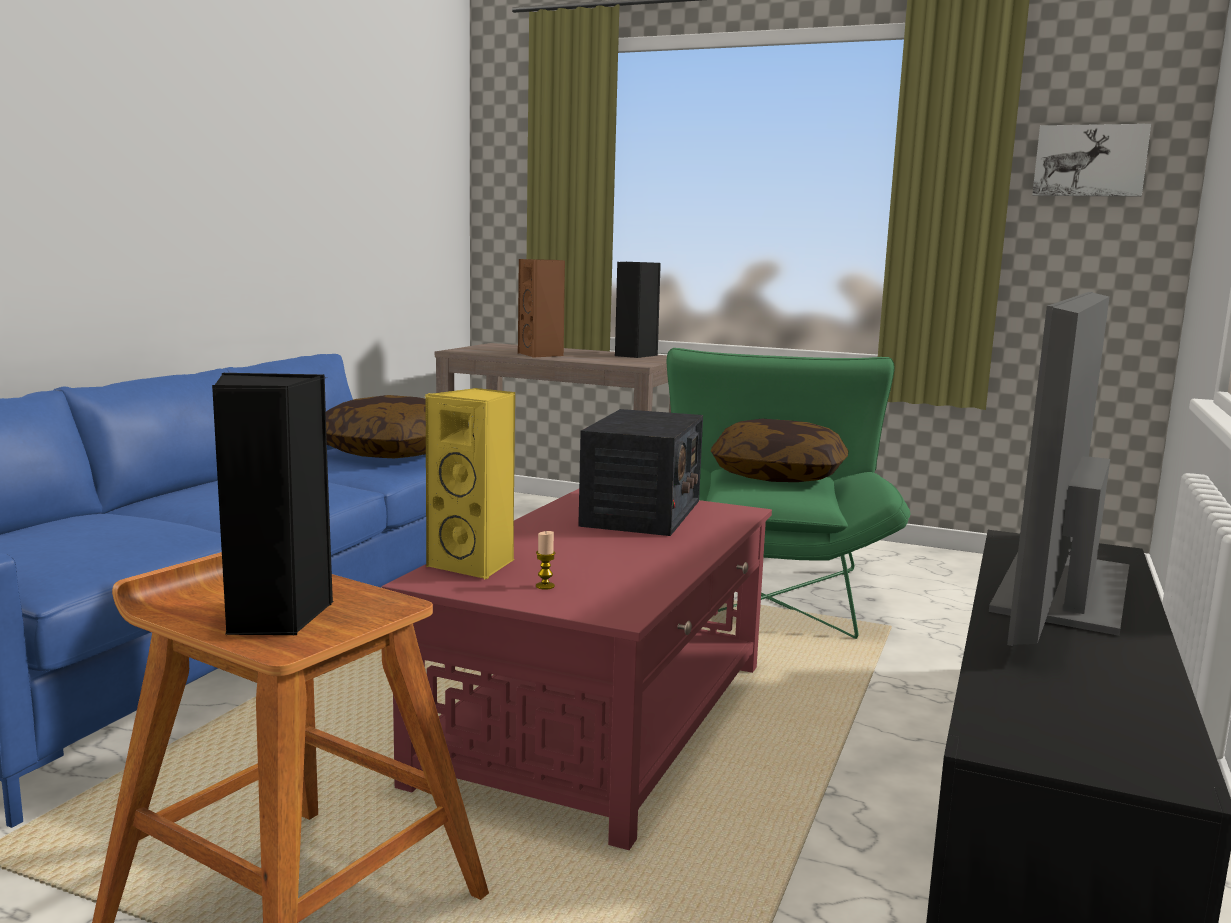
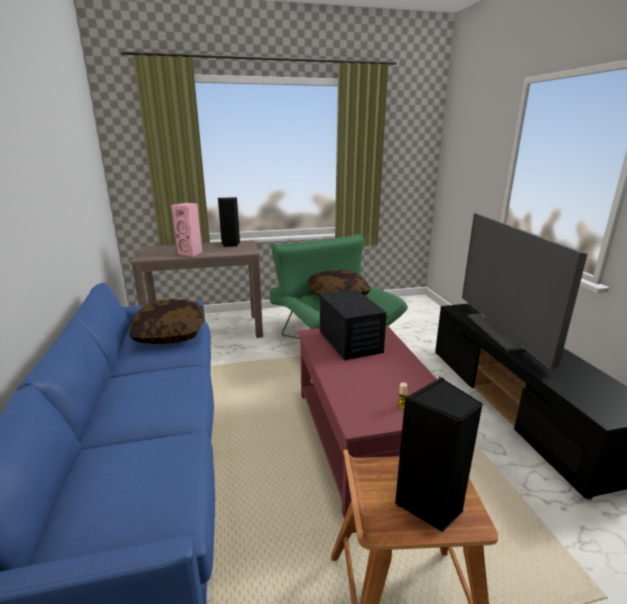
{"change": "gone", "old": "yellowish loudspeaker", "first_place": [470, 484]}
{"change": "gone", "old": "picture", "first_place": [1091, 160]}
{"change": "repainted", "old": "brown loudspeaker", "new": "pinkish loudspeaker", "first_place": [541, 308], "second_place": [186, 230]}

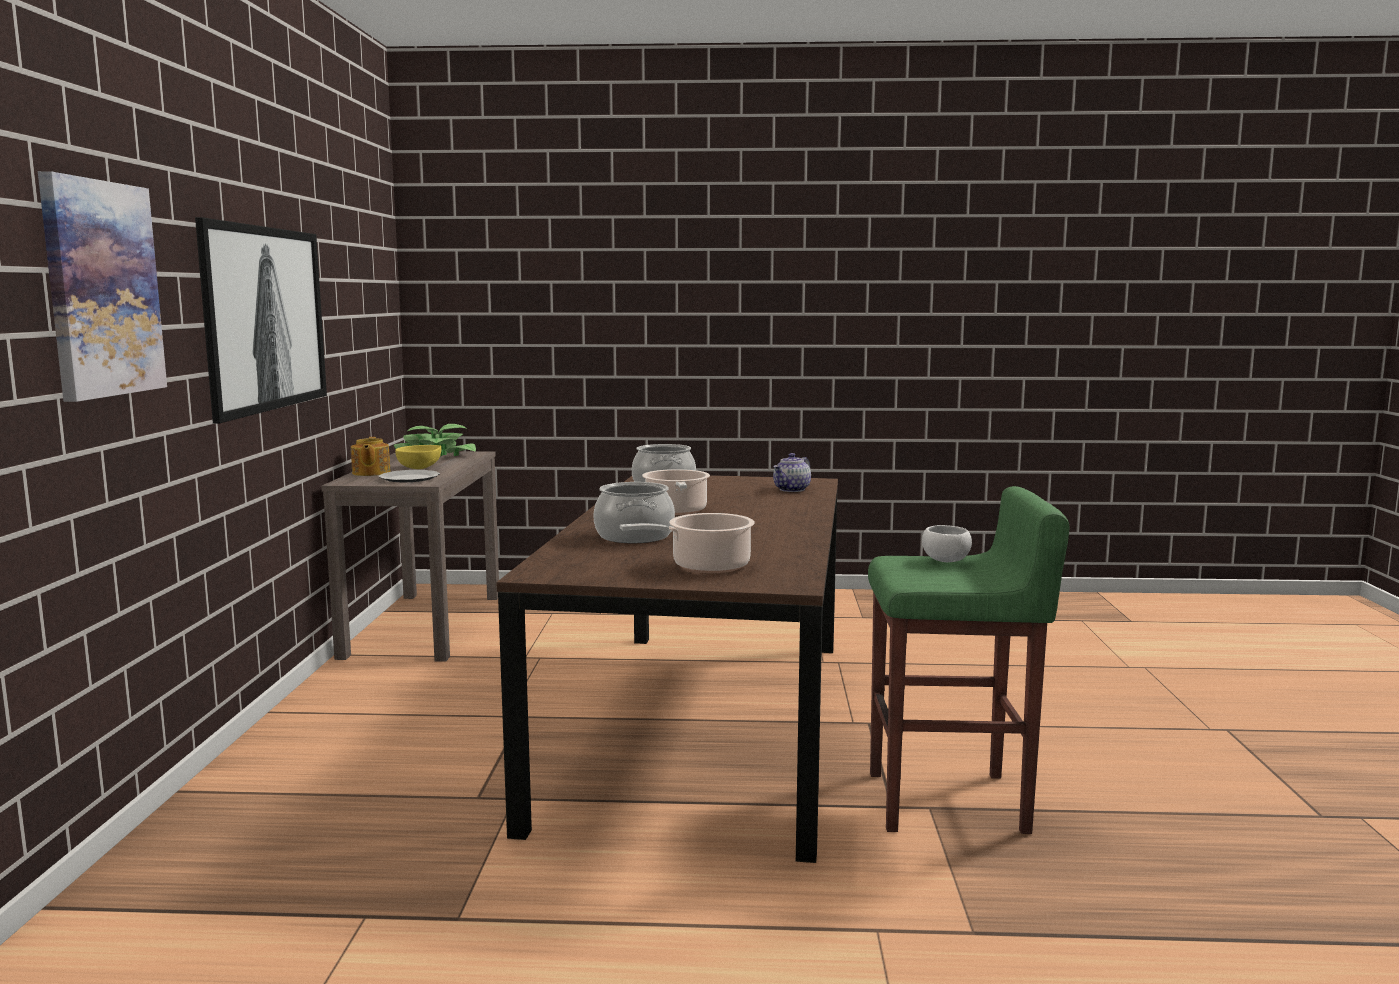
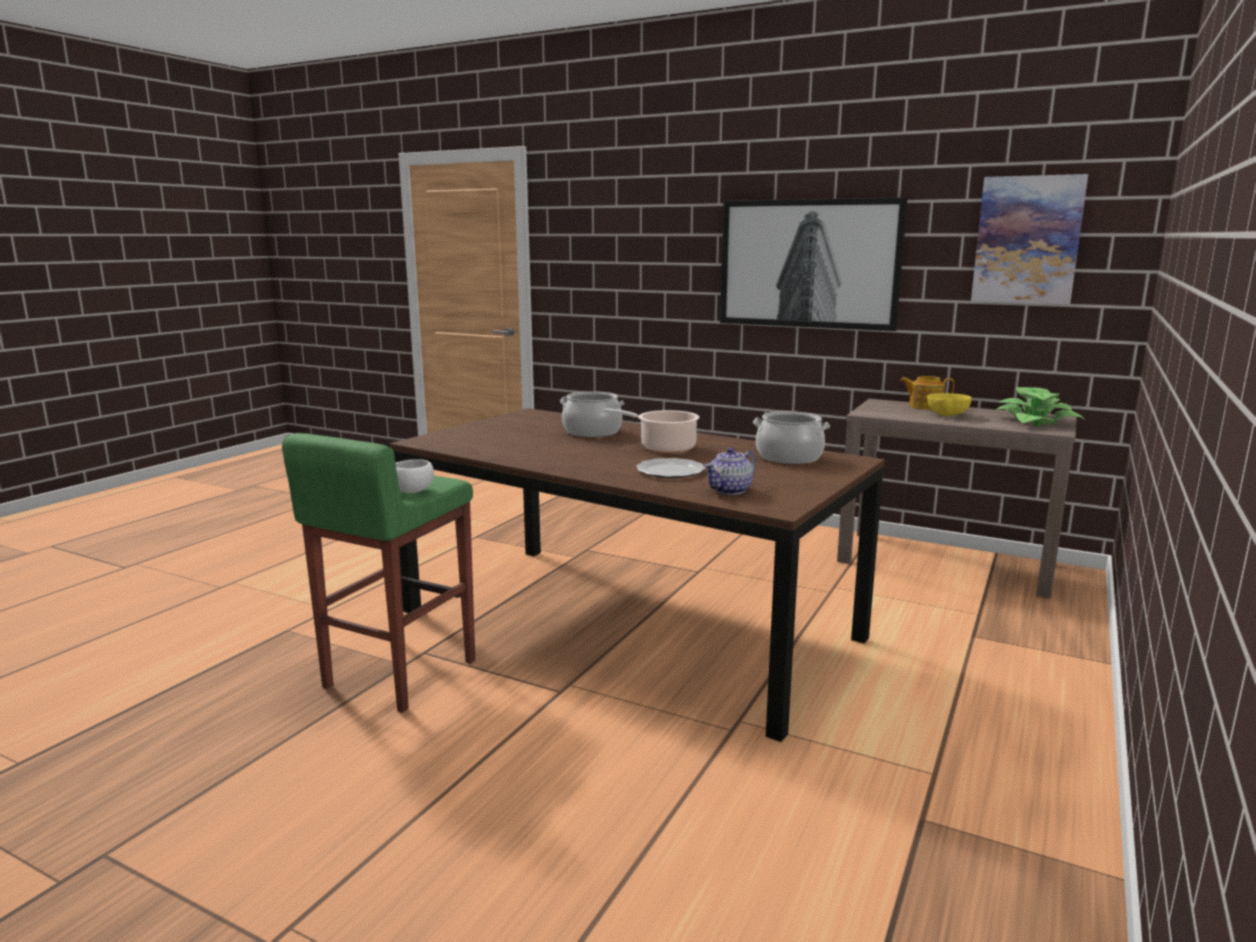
{"change": "gone", "old": "cooking pot", "first_place": [687, 543]}
{"change": "shifted", "old": "picture", "first_place": [102, 286], "second_place": [1029, 239]}
{"change": "shifted", "old": "dinner plate", "first_place": [409, 476], "second_place": [670, 468]}
{"change": "rotated", "old": "teapot", "first_place": [792, 472], "second_place": [730, 471], "degrees": -105}

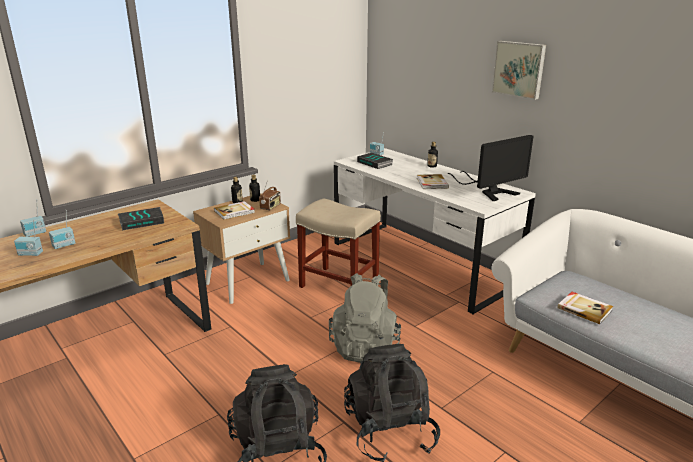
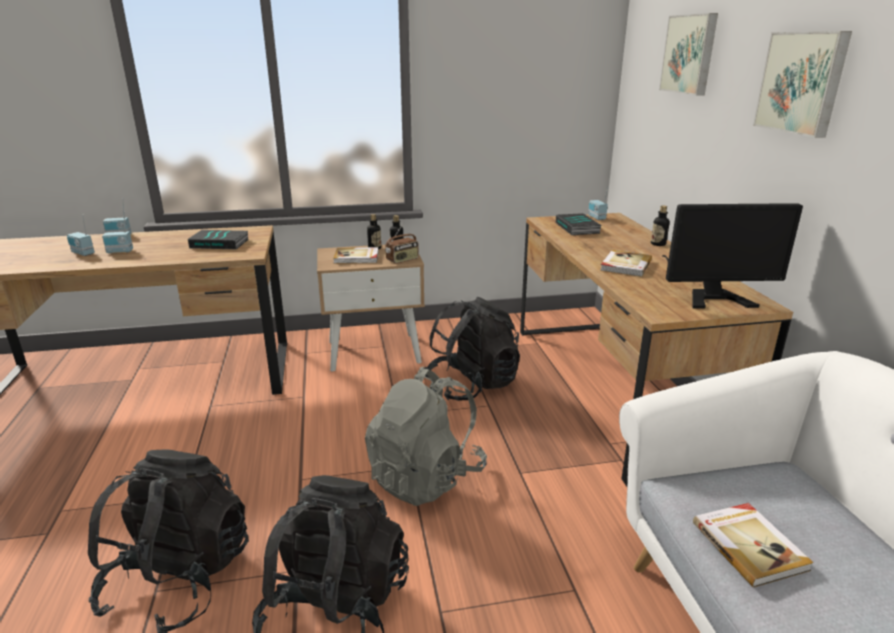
{"change": "new", "new": "picture", "second_place": [688, 54]}
{"change": "swapped", "old": "sand-coloured stool seat", "new": "blackish rucksack", "first_place": [338, 243], "second_place": [472, 349]}
{"change": "repainted", "old": "white desk", "new": "brown desk", "first_place": [435, 231], "second_place": [656, 349]}

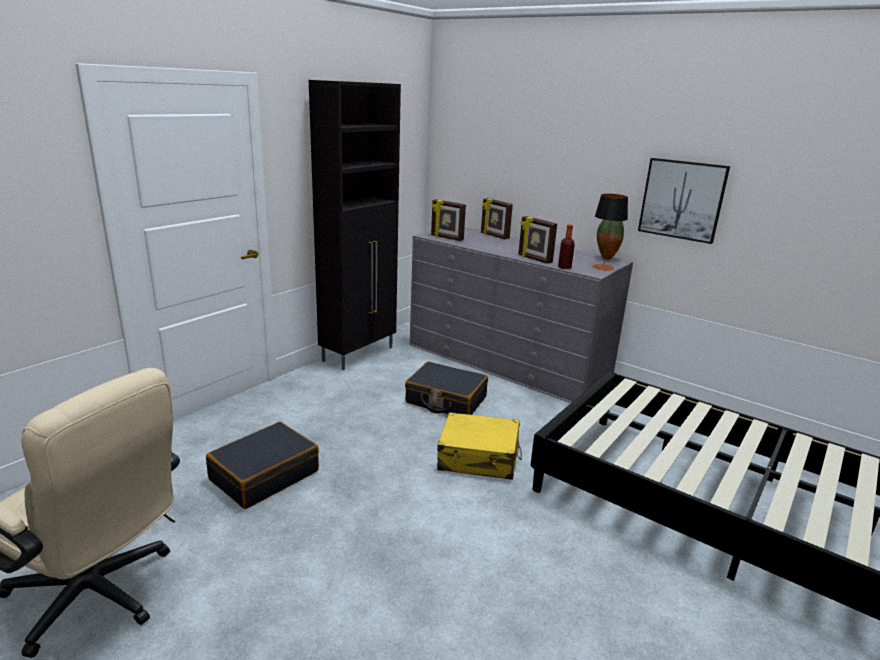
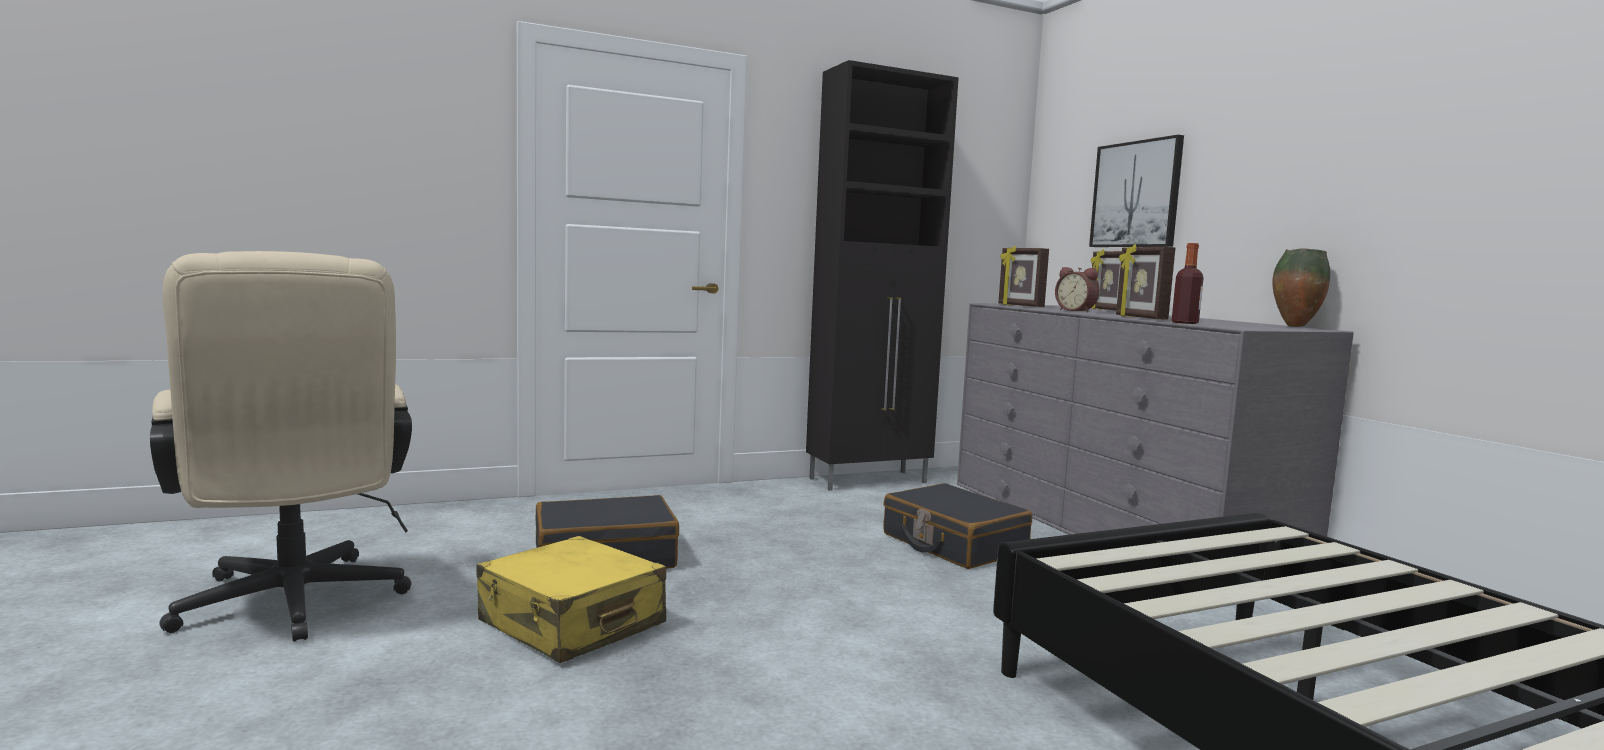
{"change": "gone", "old": "tabletop lamp", "first_place": [610, 232]}
{"change": "new", "new": "alarm clock", "second_place": [1077, 289]}
{"change": "shifted", "old": "yellowish piece of luggage", "first_place": [479, 446], "second_place": [571, 599]}
{"change": "shifted", "old": "picture", "first_place": [684, 201], "second_place": [1136, 191]}

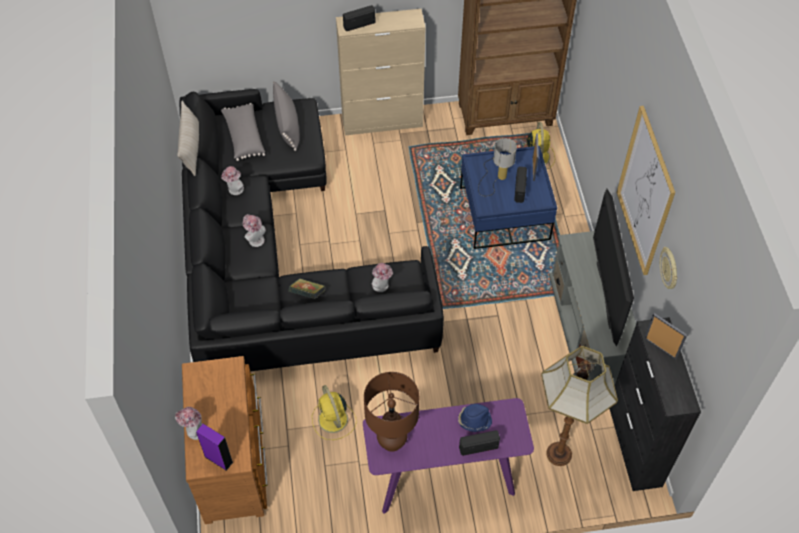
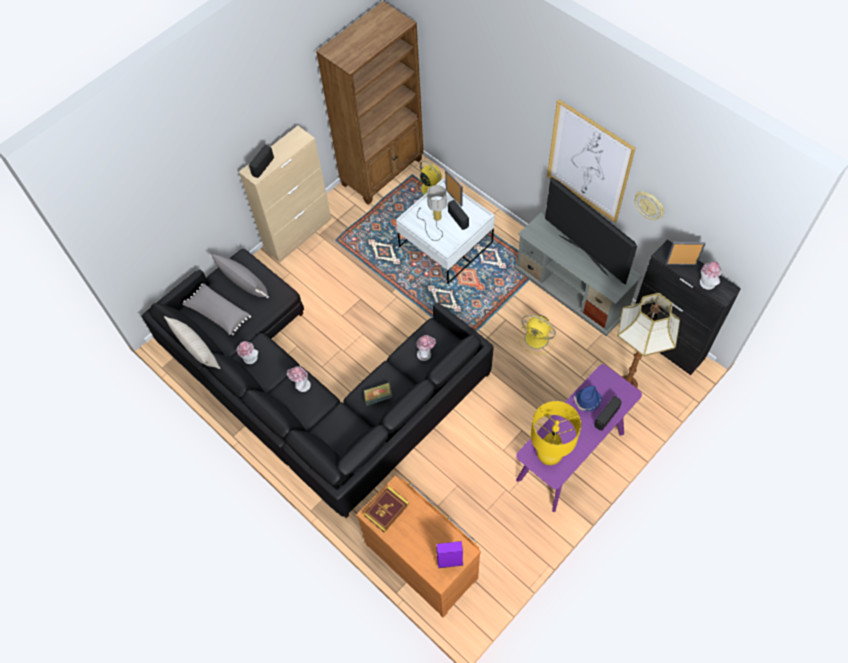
{"change": "new", "new": "volume", "second_place": [386, 509]}
{"change": "shifted", "old": "clothing hat", "first_place": [188, 423], "second_place": [711, 276]}
{"change": "shifted", "old": "yellowish electric fan", "first_place": [334, 412], "second_place": [537, 334]}
{"change": "repainted", "old": "brown tabletop lamp", "new": "yellowish tabletop lamp", "first_place": [391, 412], "second_place": [555, 433]}
{"change": "repainted", "old": "blue lounge table", "new": "white lounge table", "first_place": [508, 197], "second_place": [445, 231]}

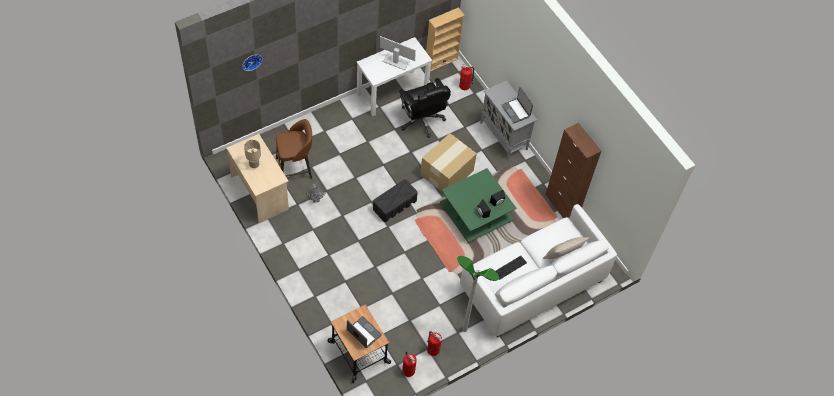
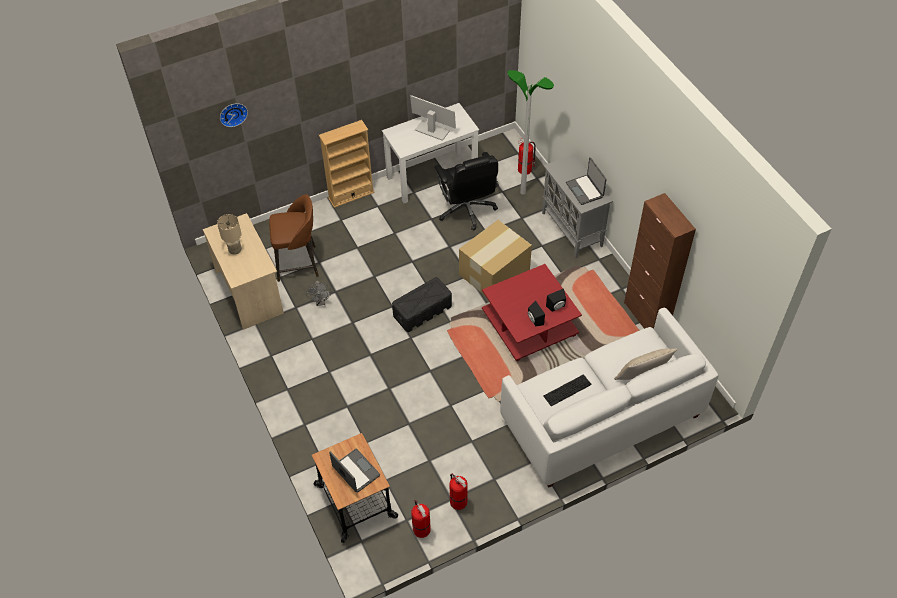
{"change": "shifted", "old": "sand-coloured shelving unit", "first_place": [445, 39], "second_place": [346, 164]}
{"change": "shifted", "old": "floor lamp", "first_place": [478, 294], "second_place": [530, 132]}
{"change": "repainted", "old": "green lounge table", "new": "reddish lounge table", "first_place": [478, 205], "second_place": [532, 312]}

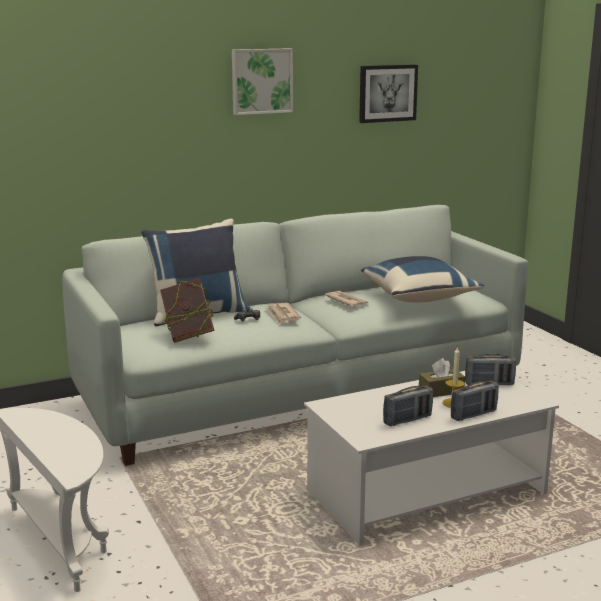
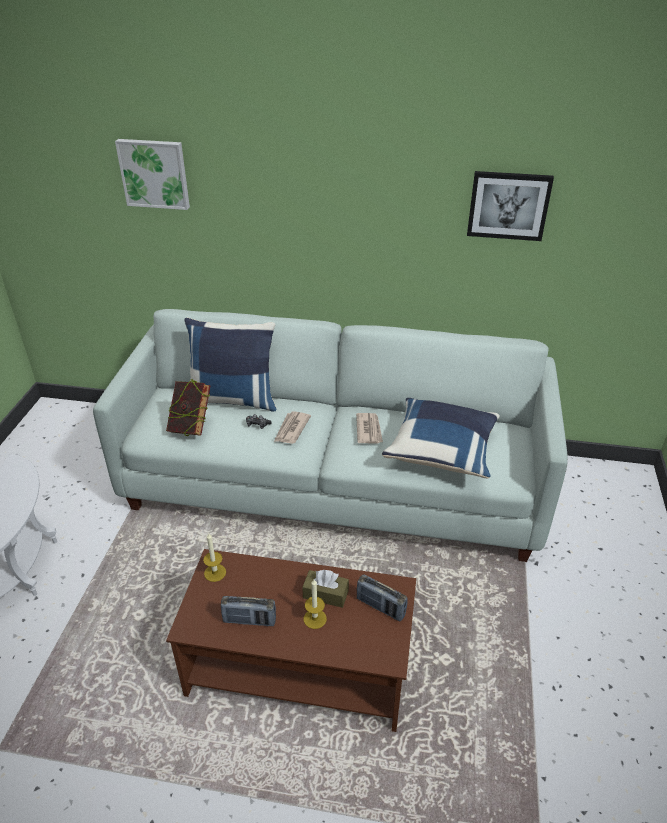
{"change": "gone", "old": "radio receiver", "first_place": [475, 401]}
{"change": "new", "new": "wax light", "second_place": [214, 558]}
{"change": "shifted", "old": "picture", "first_place": [262, 81], "second_place": [152, 174]}
{"change": "repainted", "old": "white lounge table", "new": "brown lounge table", "first_place": [431, 458], "second_place": [291, 640]}

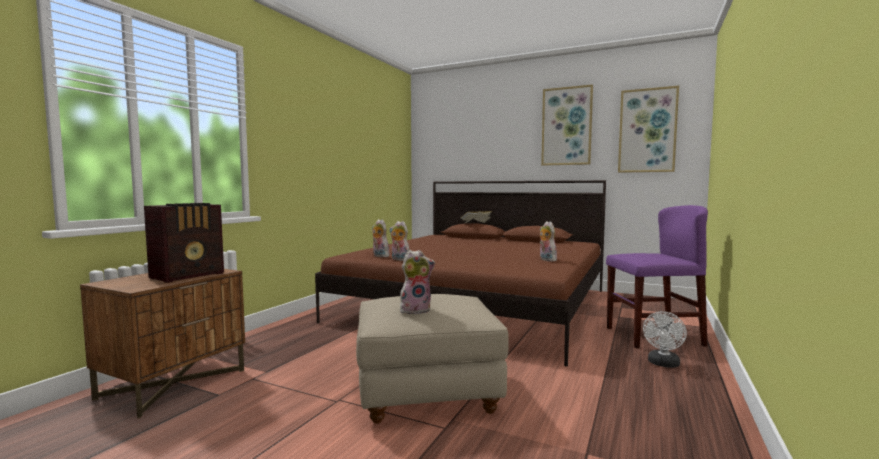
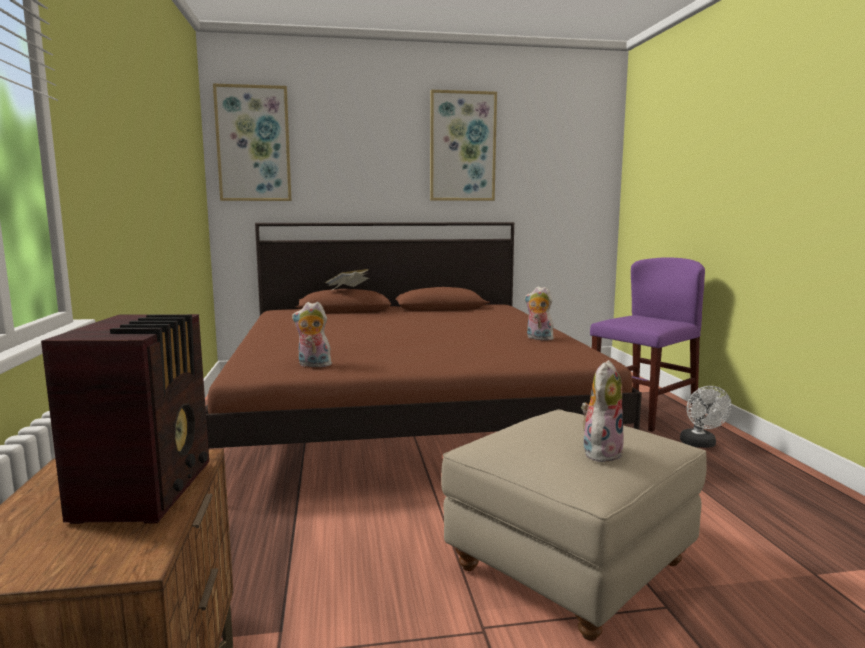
{"change": "gone", "old": "soft toy", "first_place": [400, 241]}
{"change": "shifted", "old": "picture", "first_place": [648, 129], "second_place": [252, 142]}

